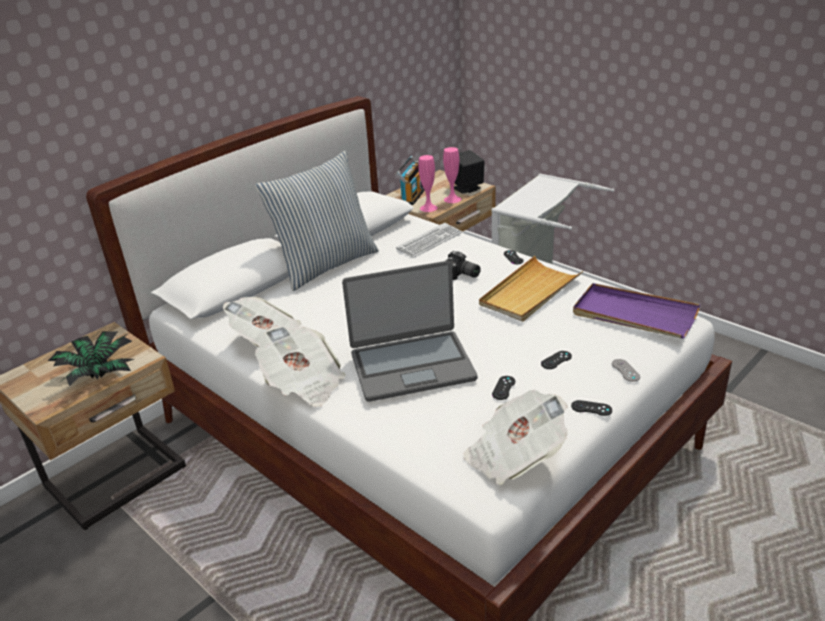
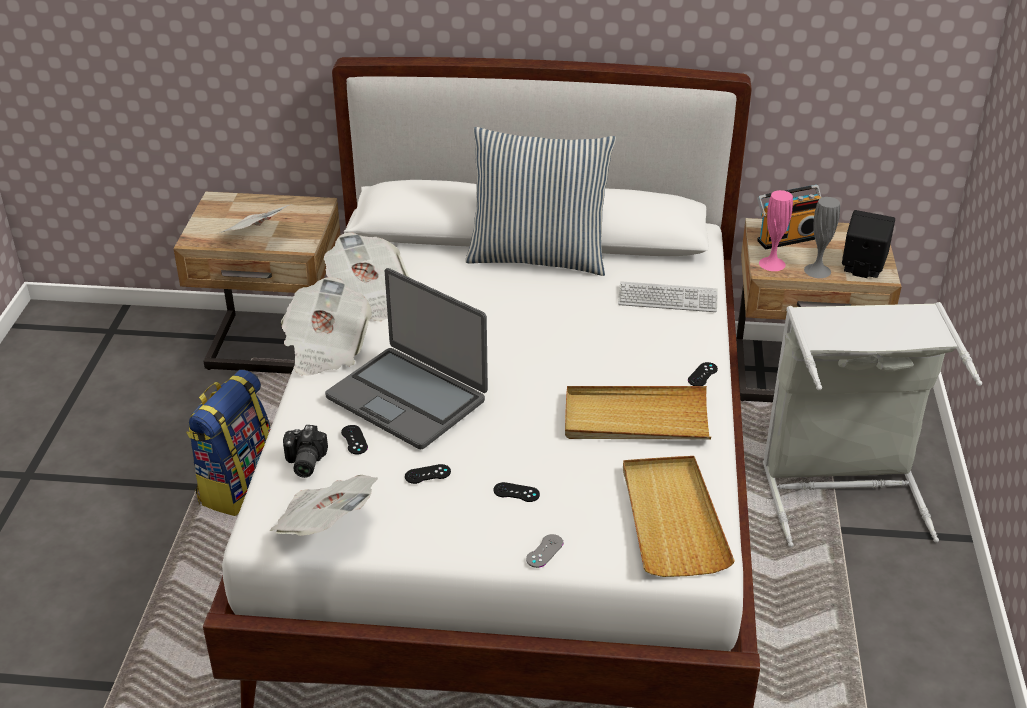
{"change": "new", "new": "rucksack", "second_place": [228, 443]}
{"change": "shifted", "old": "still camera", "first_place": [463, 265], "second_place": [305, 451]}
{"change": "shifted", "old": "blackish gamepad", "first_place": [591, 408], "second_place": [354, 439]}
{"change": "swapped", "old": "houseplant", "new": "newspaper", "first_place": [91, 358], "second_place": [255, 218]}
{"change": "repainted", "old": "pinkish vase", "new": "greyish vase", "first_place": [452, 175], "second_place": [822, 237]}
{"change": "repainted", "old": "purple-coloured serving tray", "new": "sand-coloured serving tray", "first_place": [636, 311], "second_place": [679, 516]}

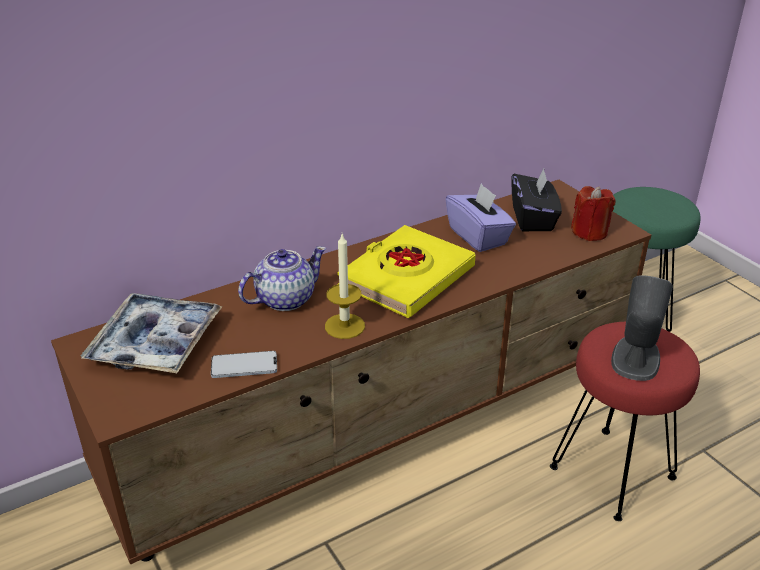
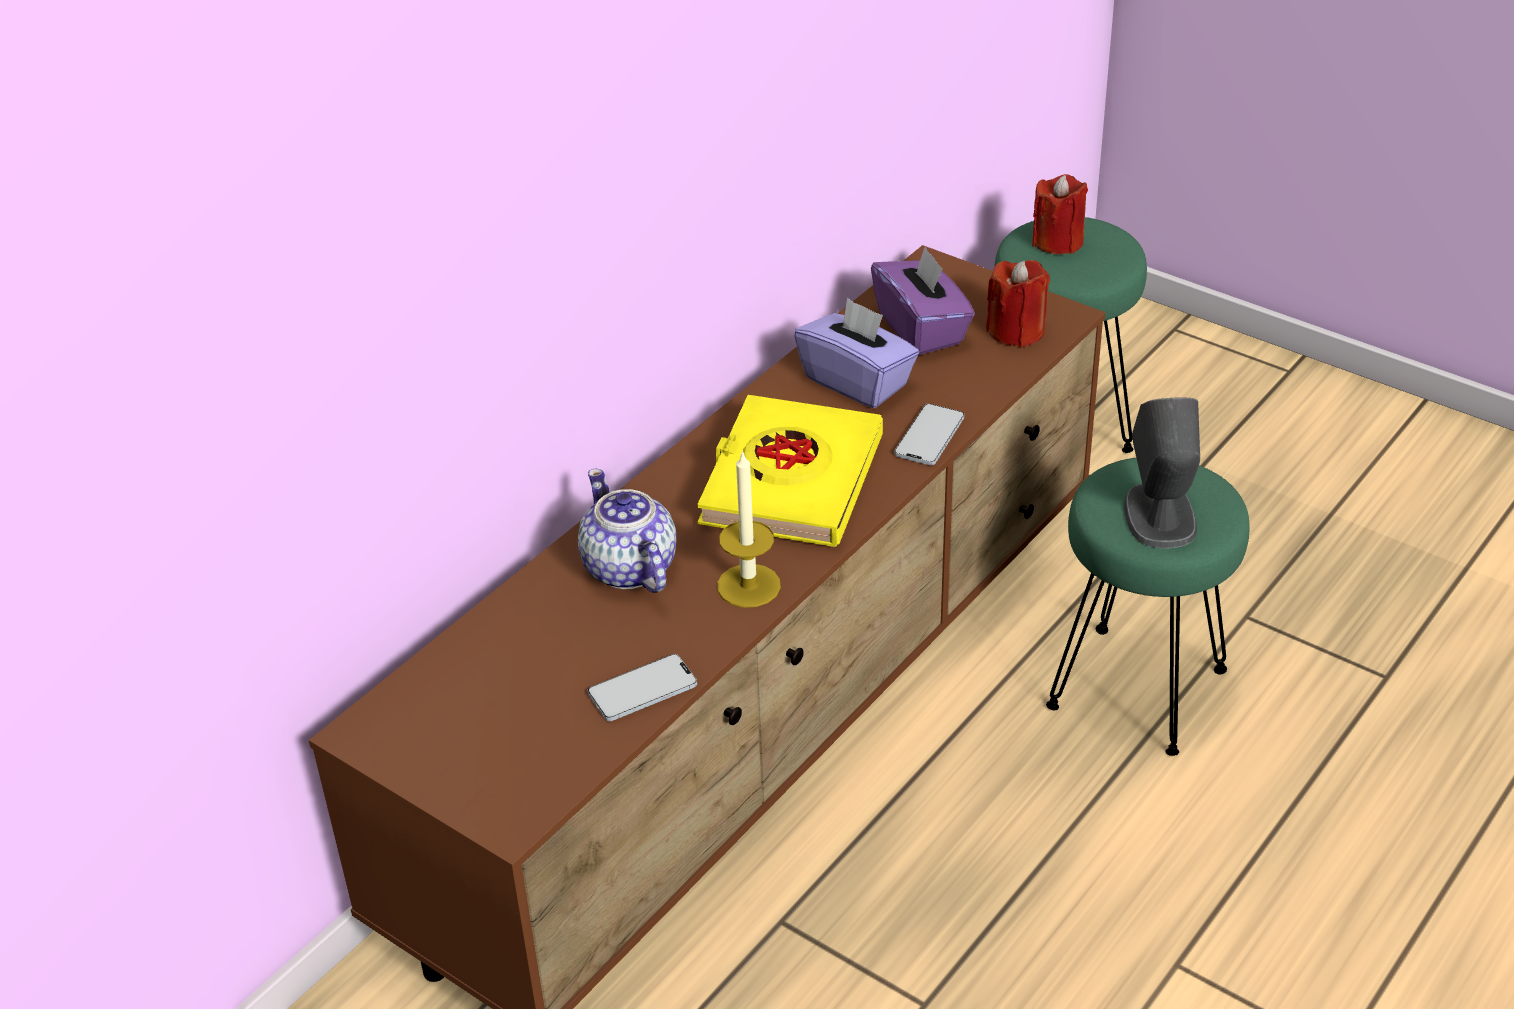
{"change": "gone", "old": "serving tray", "first_place": [152, 333]}
{"change": "new", "new": "handset", "second_place": [929, 434]}
{"change": "new", "new": "reddish wax light", "second_place": [1060, 214]}
{"change": "repainted", "old": "blackish box of tissues", "new": "purple-coloured box of tissues", "first_place": [537, 200], "second_place": [923, 300]}
{"change": "repainted", "old": "reddish stool seat", "new": "green stool seat", "first_place": [625, 421], "second_place": [1148, 607]}
{"change": "rotated", "old": "teapot", "first_place": [282, 278], "second_place": [627, 531], "degrees": -60}

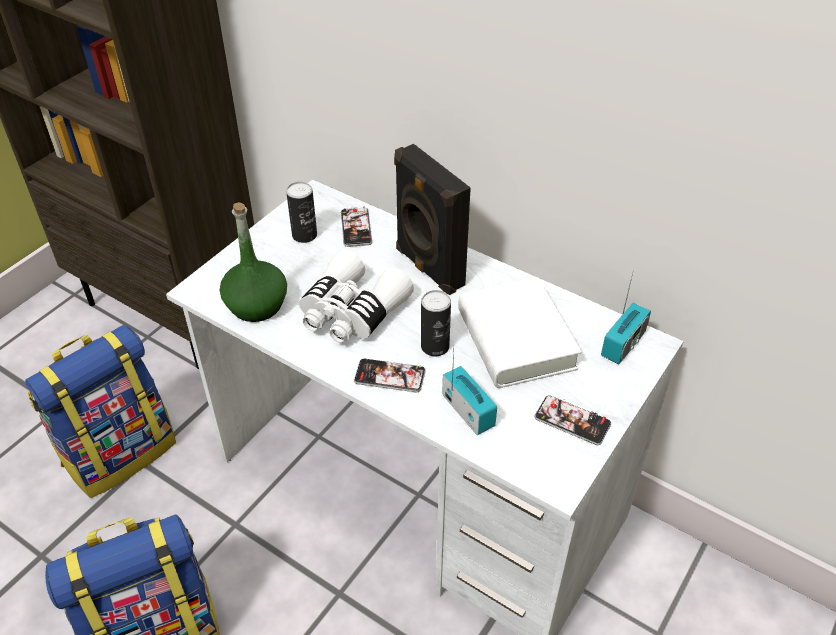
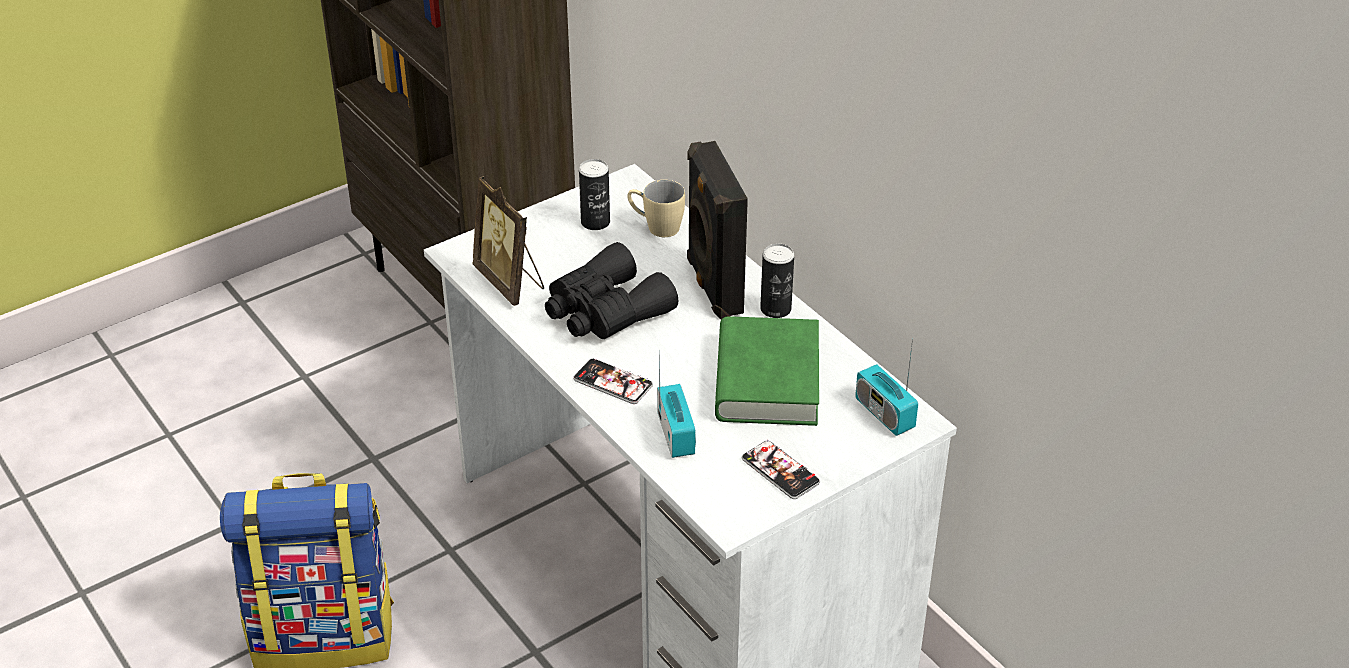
{"change": "gone", "old": "rucksack", "first_place": [100, 411]}
{"change": "shifted", "old": "can", "first_place": [436, 323], "second_place": [777, 281]}
{"change": "swapped", "old": "green bottle", "new": "picture frame", "first_place": [253, 262], "second_place": [508, 241]}
{"change": "swapped", "old": "handset", "new": "sand-coloured coffee mug", "first_place": [356, 227], "second_place": [656, 208]}
{"change": "repainted", "old": "white pair of binoculars", "new": "blackish pair of binoculars", "first_place": [356, 296], "second_place": [612, 290]}
{"change": "repainted", "old": "white volume", "new": "green volume", "first_place": [519, 332], "second_place": [767, 371]}
{"change": "rotated", "old": "radio receiver", "first_place": [626, 316], "second_place": [886, 387], "degrees": 90}

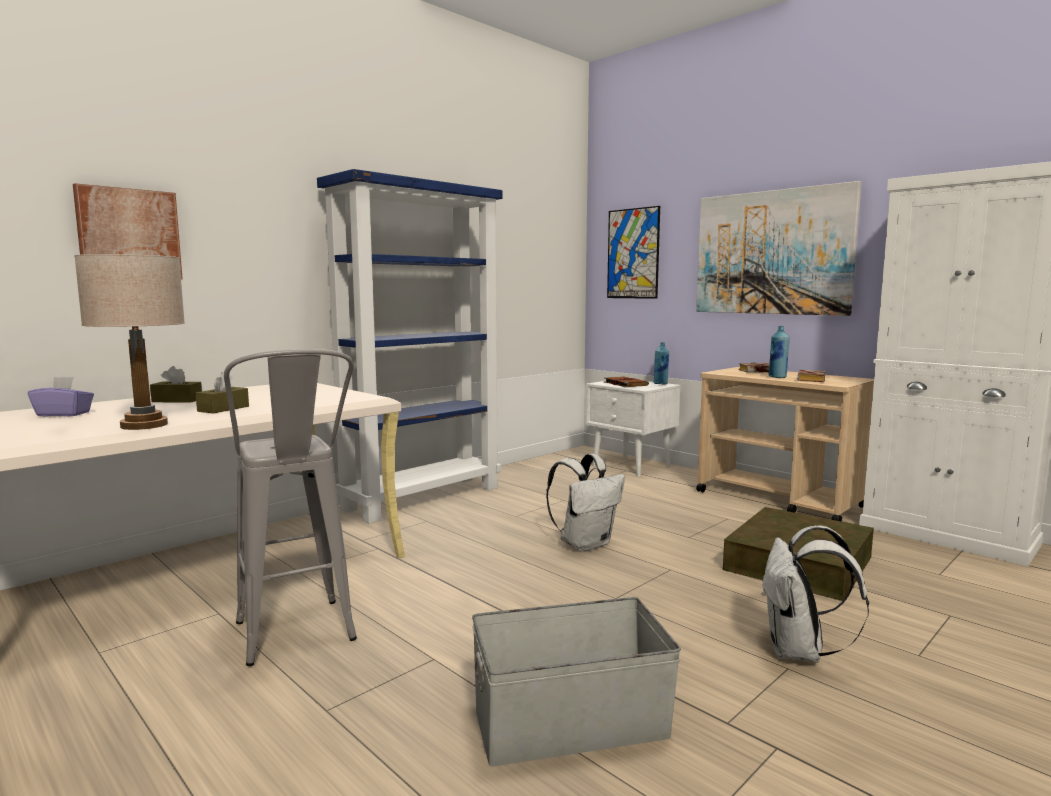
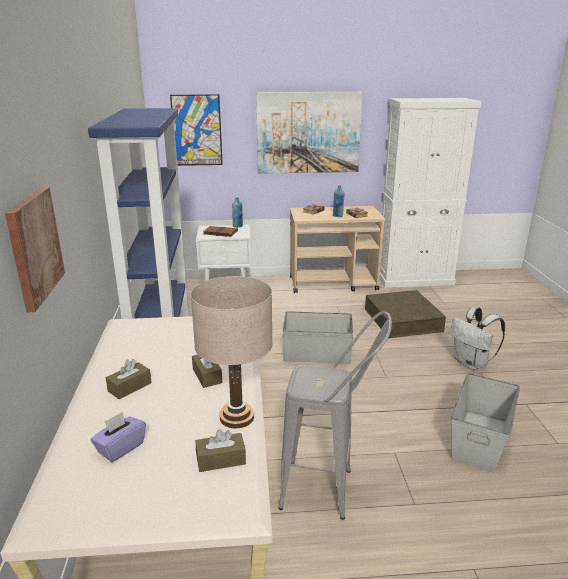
{"change": "new", "new": "brown box of tissues", "second_place": [221, 450]}
{"change": "swapped", "old": "white rucksack", "new": "greyish storage box", "first_place": [585, 503], "second_place": [318, 337]}

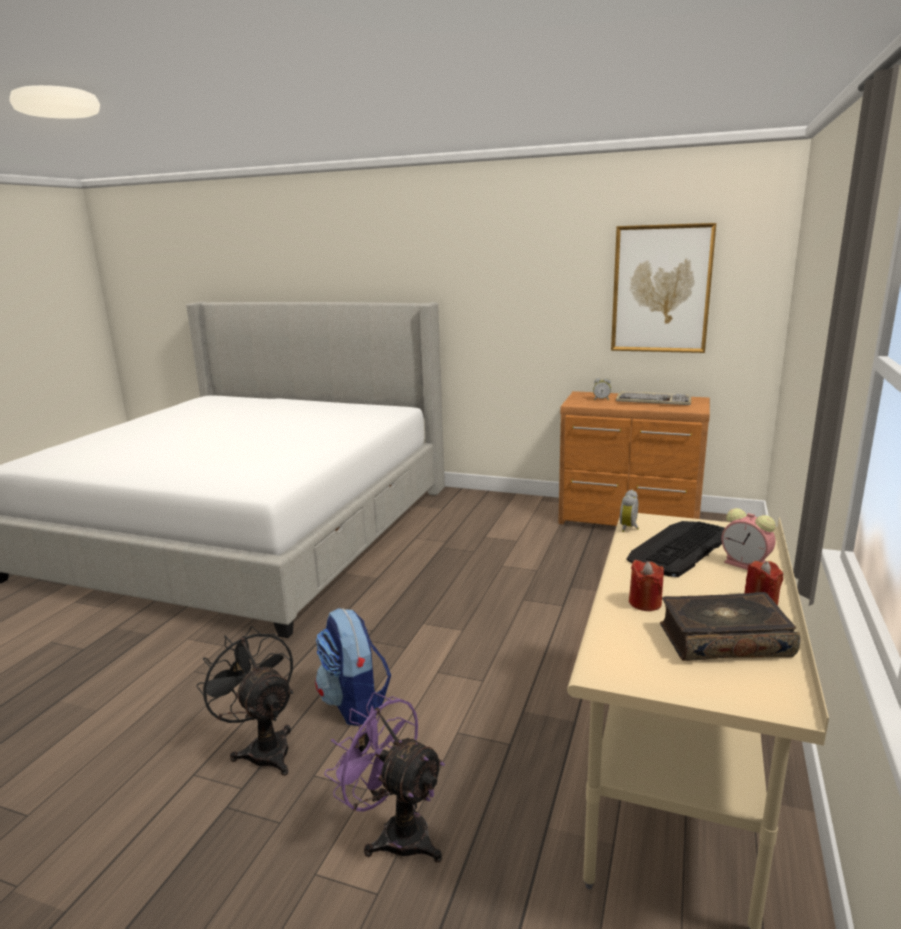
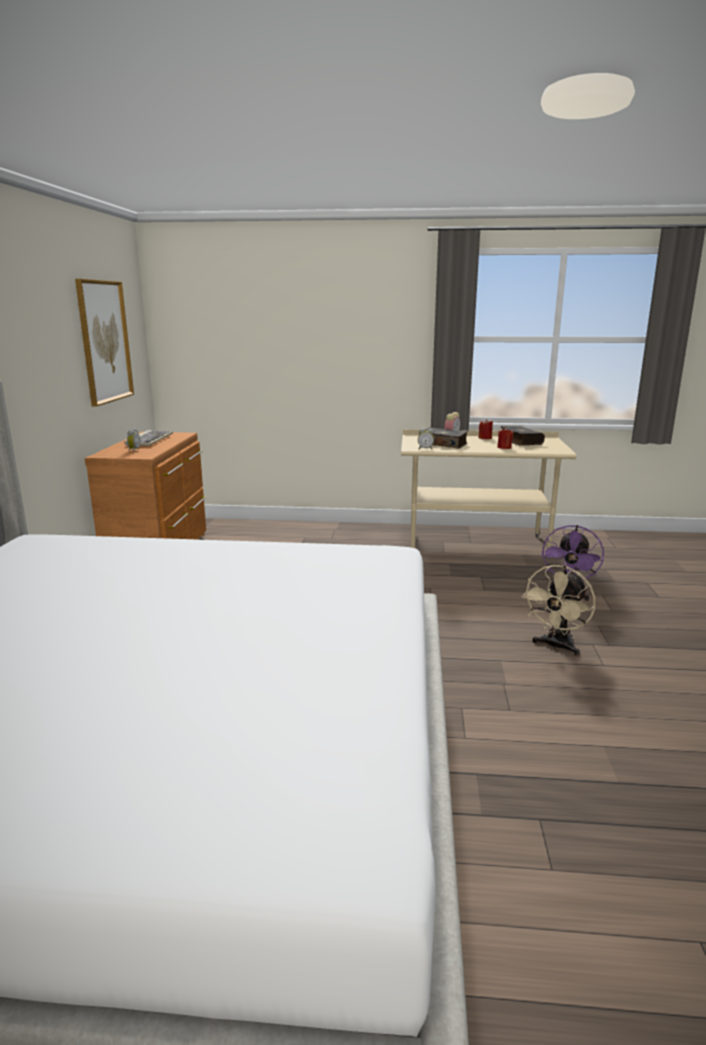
{"change": "gone", "old": "rucksack", "first_place": [353, 667]}
{"change": "swapped", "old": "PC keyboard", "new": "volume", "first_place": [676, 549], "second_place": [446, 438]}
{"change": "repainted", "old": "blackish electric fan", "new": "sand-coloured electric fan", "first_place": [244, 701], "second_place": [559, 610]}

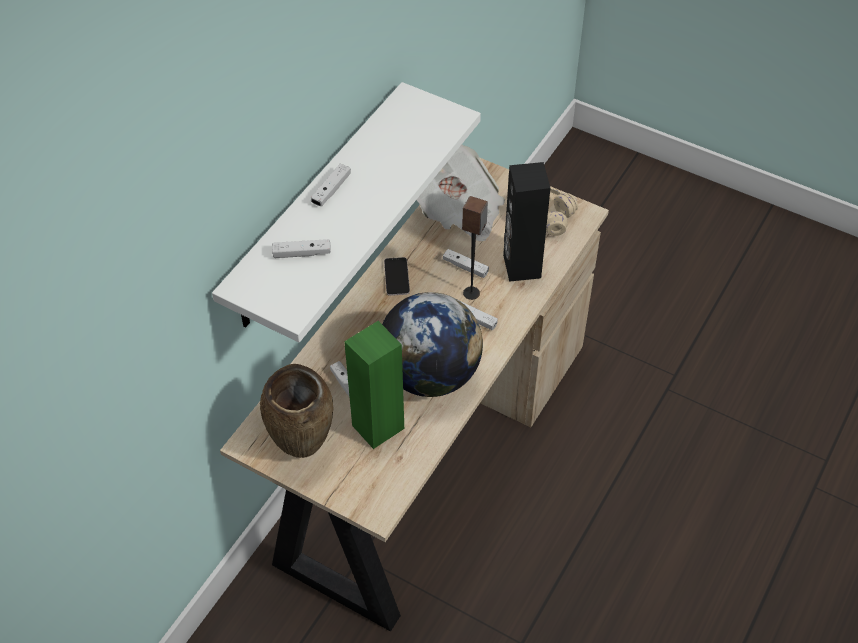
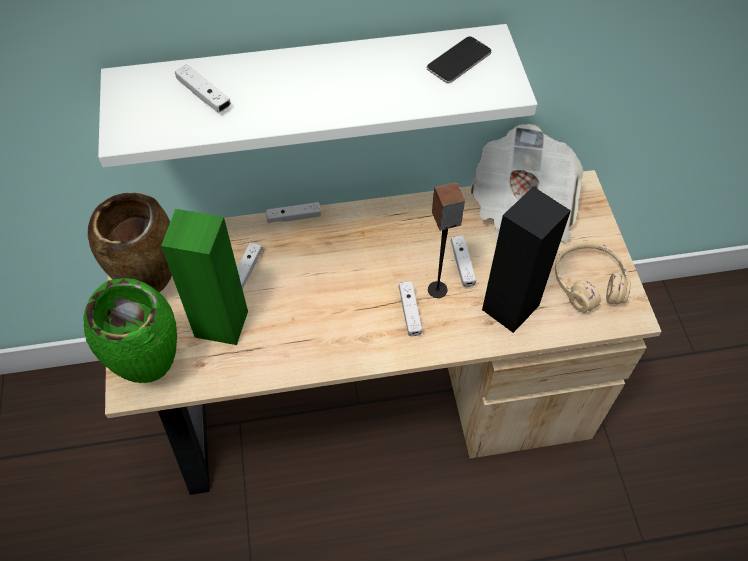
{"change": "gone", "old": "world globe", "first_place": [432, 344]}
{"change": "new", "new": "green vase", "second_place": [130, 330]}
{"change": "shifted", "old": "white gamepad", "first_place": [331, 185], "second_place": [293, 212]}
{"change": "shifted", "old": "handset", "first_place": [397, 276], "second_place": [459, 59]}

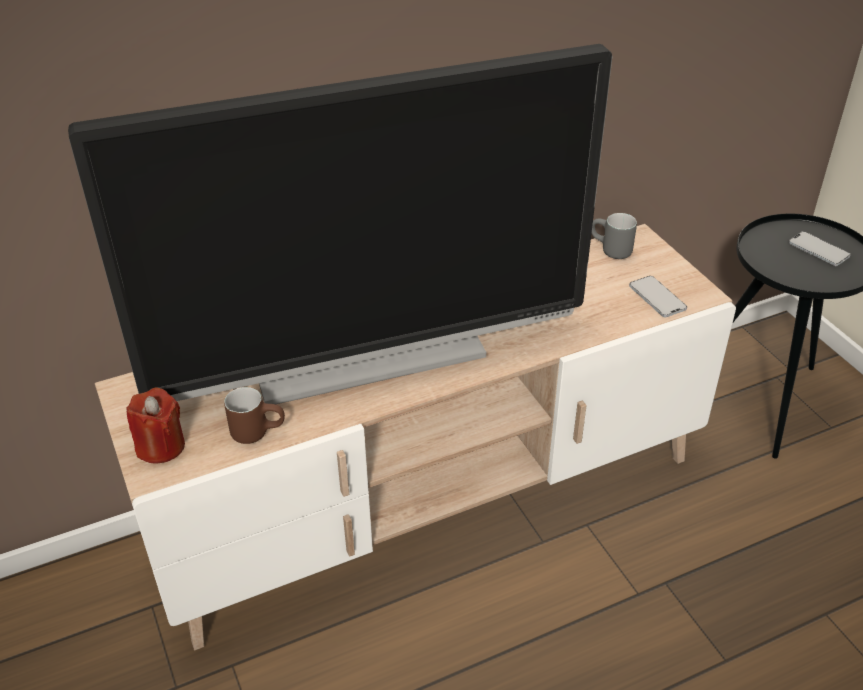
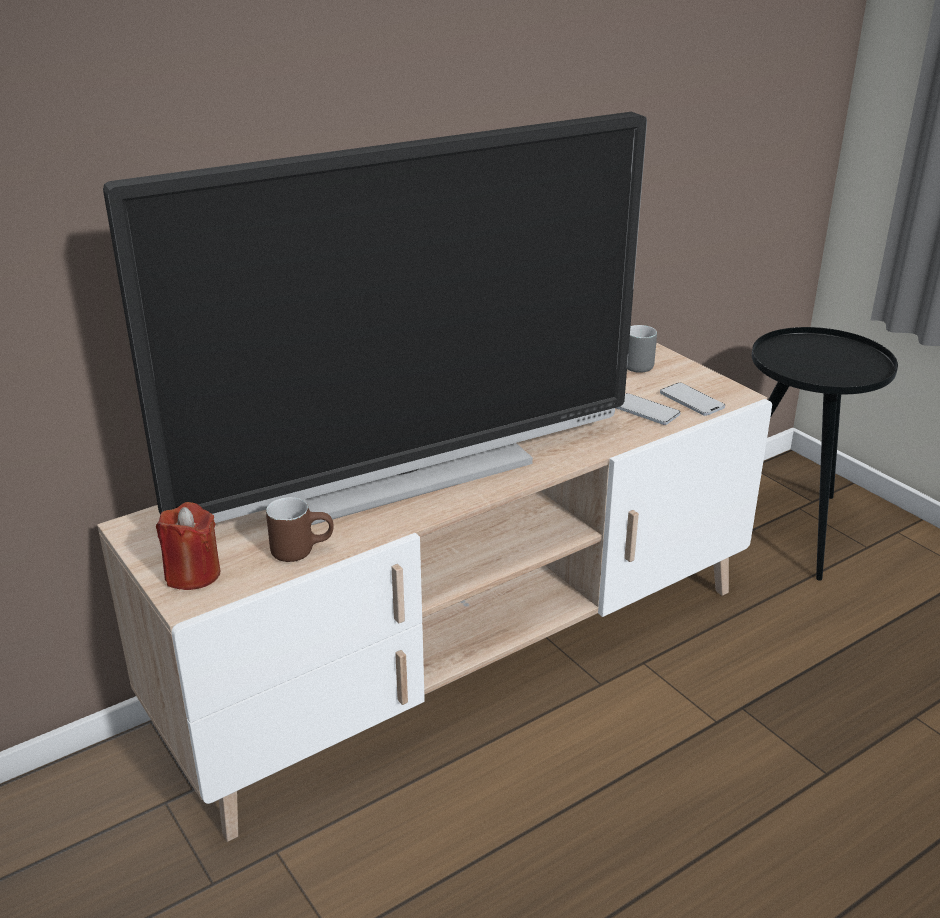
{"change": "shifted", "old": "handset", "first_place": [820, 248], "second_place": [648, 409]}

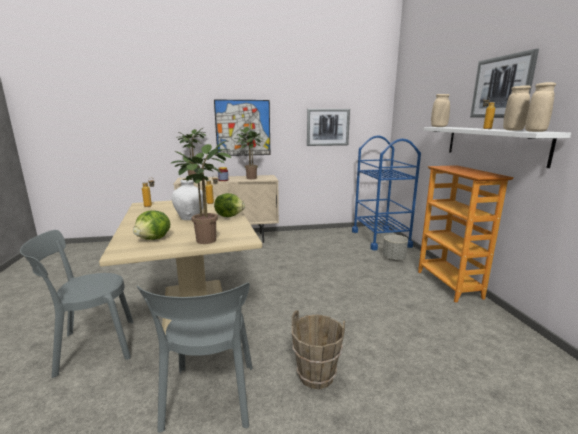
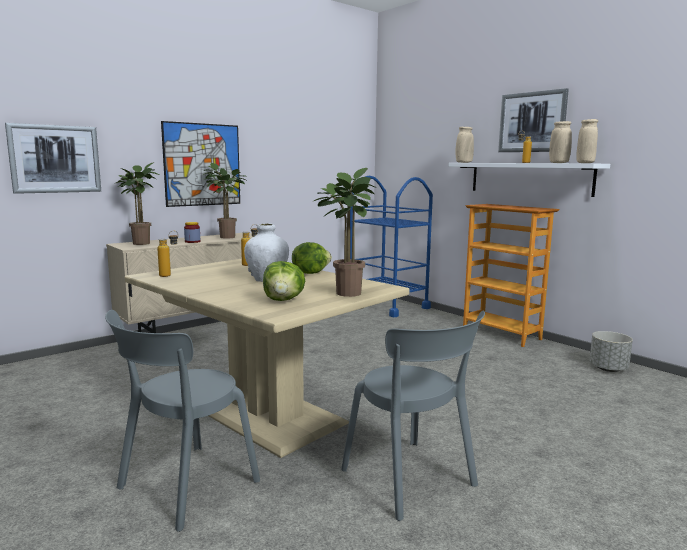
{"change": "gone", "old": "brown bucket", "first_place": [318, 349]}
{"change": "shifted", "old": "picture", "first_place": [328, 127], "second_place": [53, 158]}
{"change": "shifted", "old": "greyish plant pot", "first_place": [395, 248], "second_place": [611, 351]}

